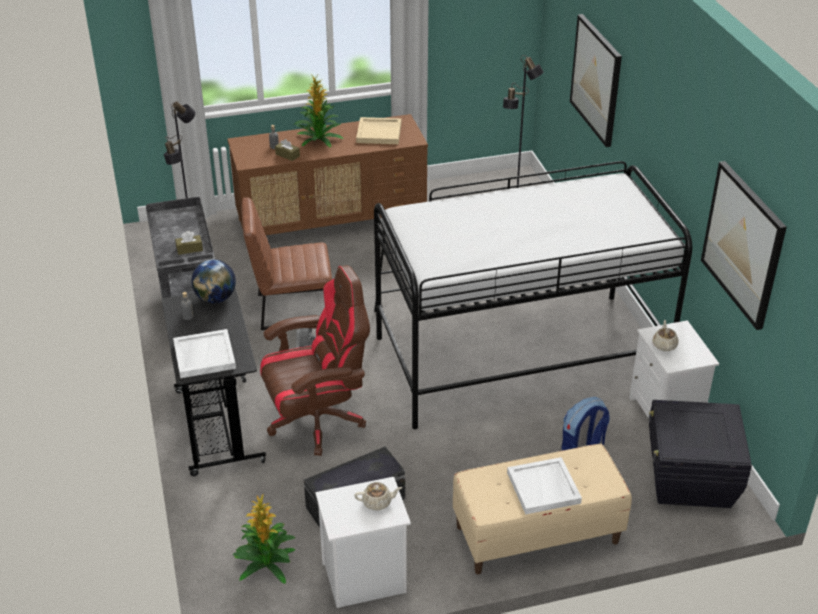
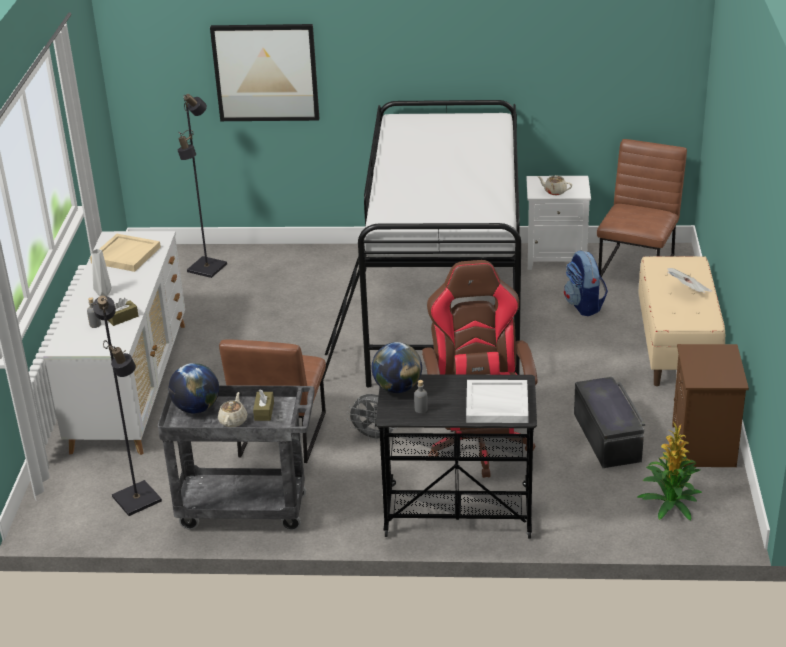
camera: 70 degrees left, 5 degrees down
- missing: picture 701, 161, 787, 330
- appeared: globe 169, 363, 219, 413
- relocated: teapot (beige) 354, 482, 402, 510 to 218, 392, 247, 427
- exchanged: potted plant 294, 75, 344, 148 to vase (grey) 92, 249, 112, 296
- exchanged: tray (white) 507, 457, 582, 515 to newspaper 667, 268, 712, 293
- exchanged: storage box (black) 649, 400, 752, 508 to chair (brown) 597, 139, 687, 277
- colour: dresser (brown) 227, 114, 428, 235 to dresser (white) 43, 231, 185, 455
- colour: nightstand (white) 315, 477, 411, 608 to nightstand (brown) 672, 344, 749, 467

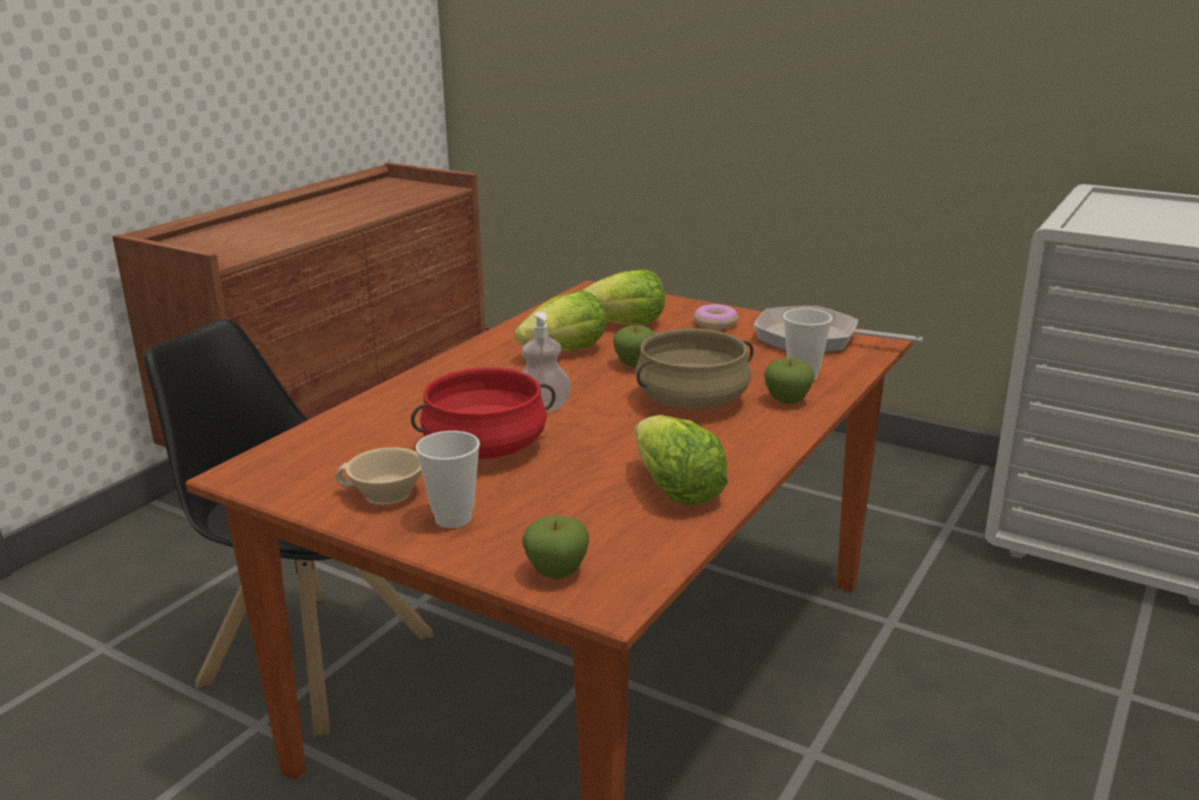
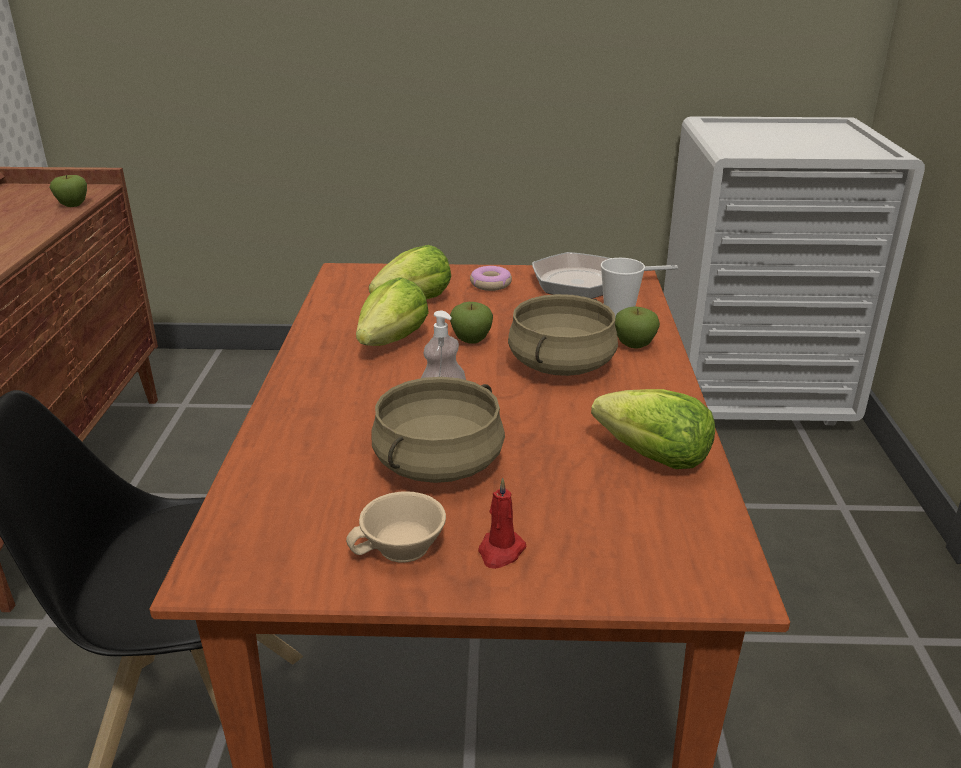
camera: 30 degrees left, 5 degrees up
- relocated: apple 522, 515, 589, 579 to 49, 174, 87, 207
- exchanged: cup 416, 431, 480, 528 to candle (red) 478, 477, 526, 569
- colour: cooking pot (red) 411, 367, 556, 459 to cooking pot (beige) 371, 377, 505, 483

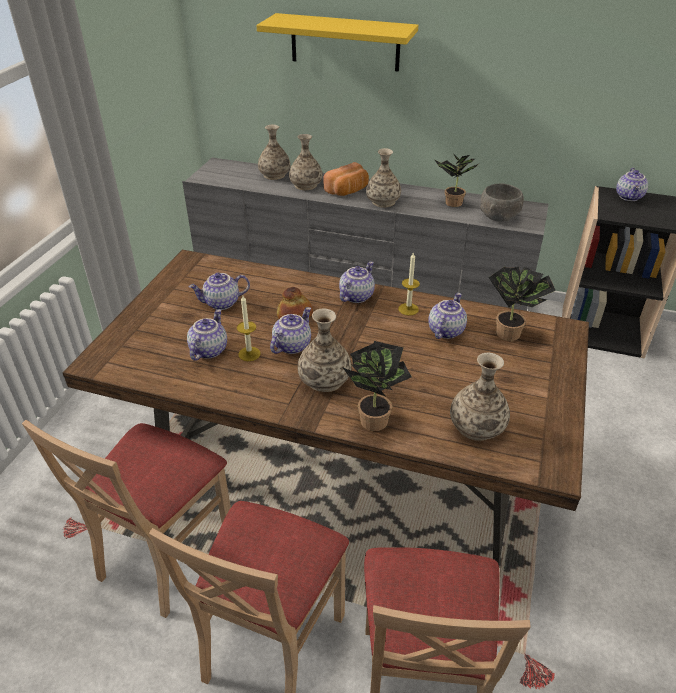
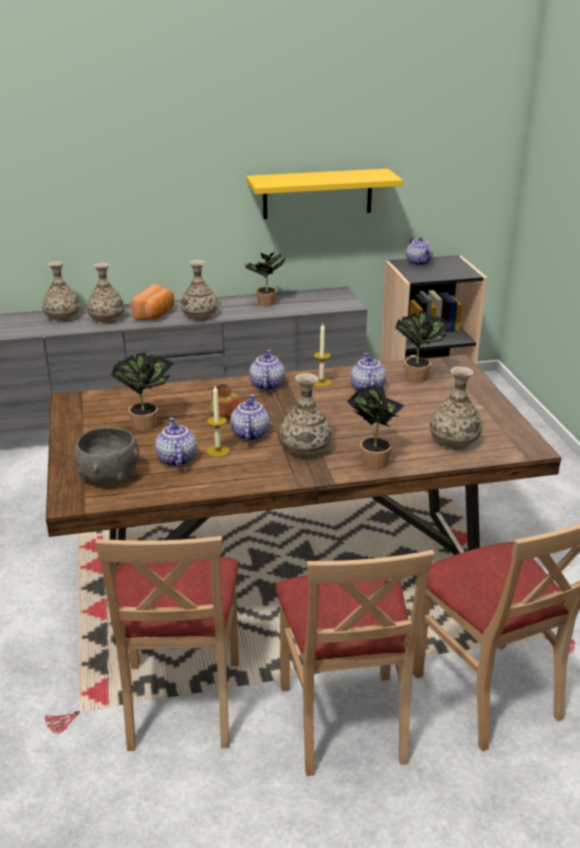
camera: 30 degrees left, 10 degrees down
- relocated: shelf (yellow) 256, 13, 418, 72 to 246, 168, 403, 219
- relocated: bowl (grey) 480, 184, 524, 222 to 74, 427, 139, 485
- exchanged: teapot 188, 273, 250, 310 to potted plant 111, 353, 174, 431

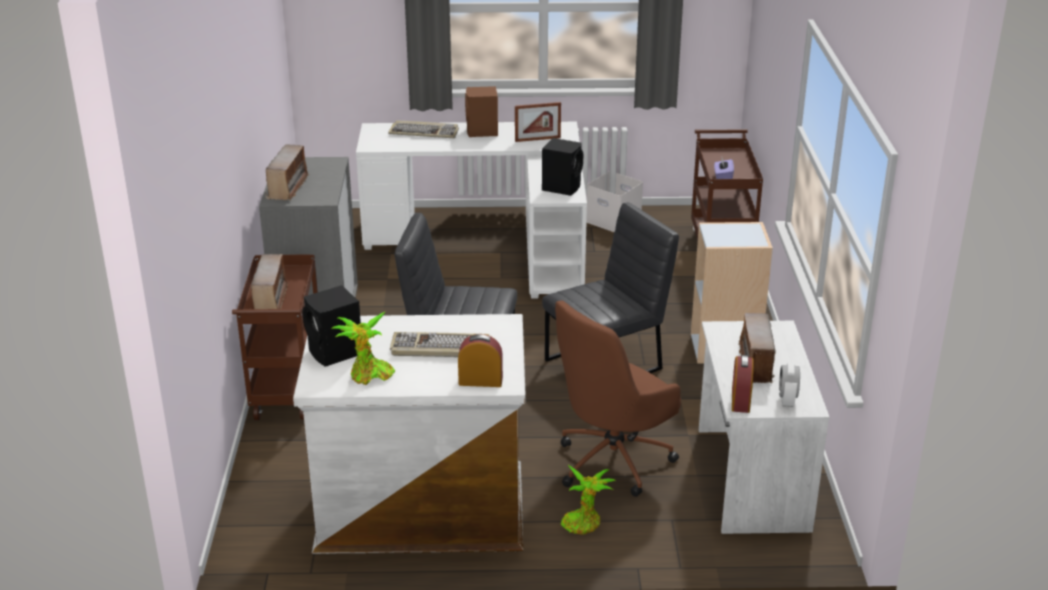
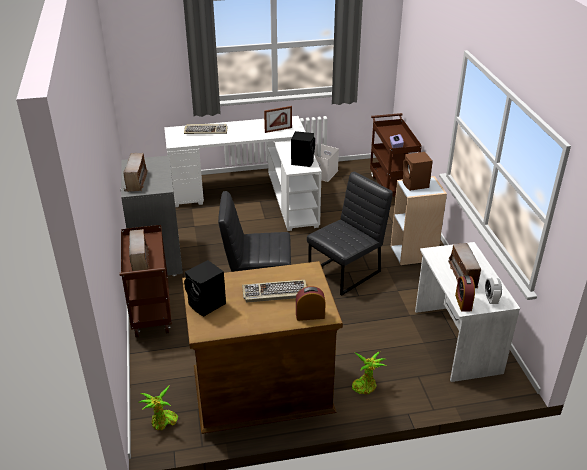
camera: 10 degrees left, 5 degrees up
- missing: office chair (brown) 555, 301, 681, 497
- relocated: potted plant 332, 311, 395, 385 to 138, 386, 178, 430
- relocated: speaker (brown) 465, 86, 498, 137 to 403, 152, 433, 191
- colour: dresser (white) 293, 314, 526, 554 to dresser (brown) 182, 261, 343, 434

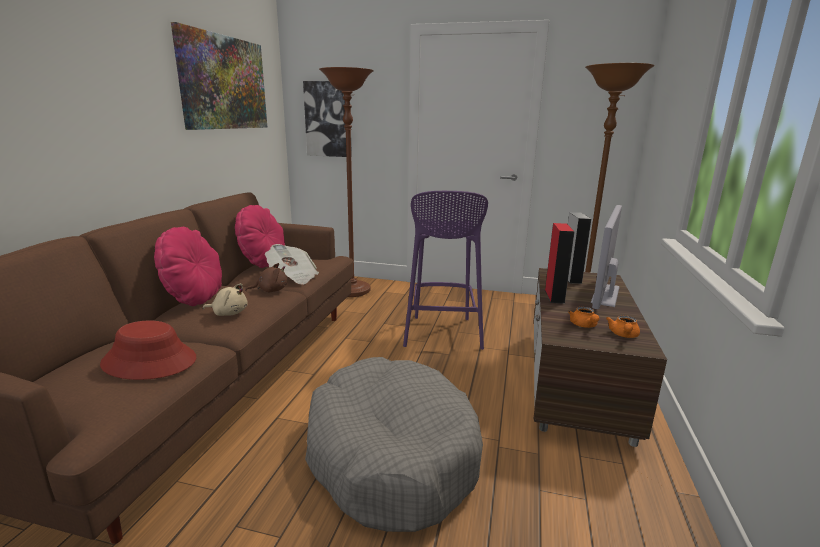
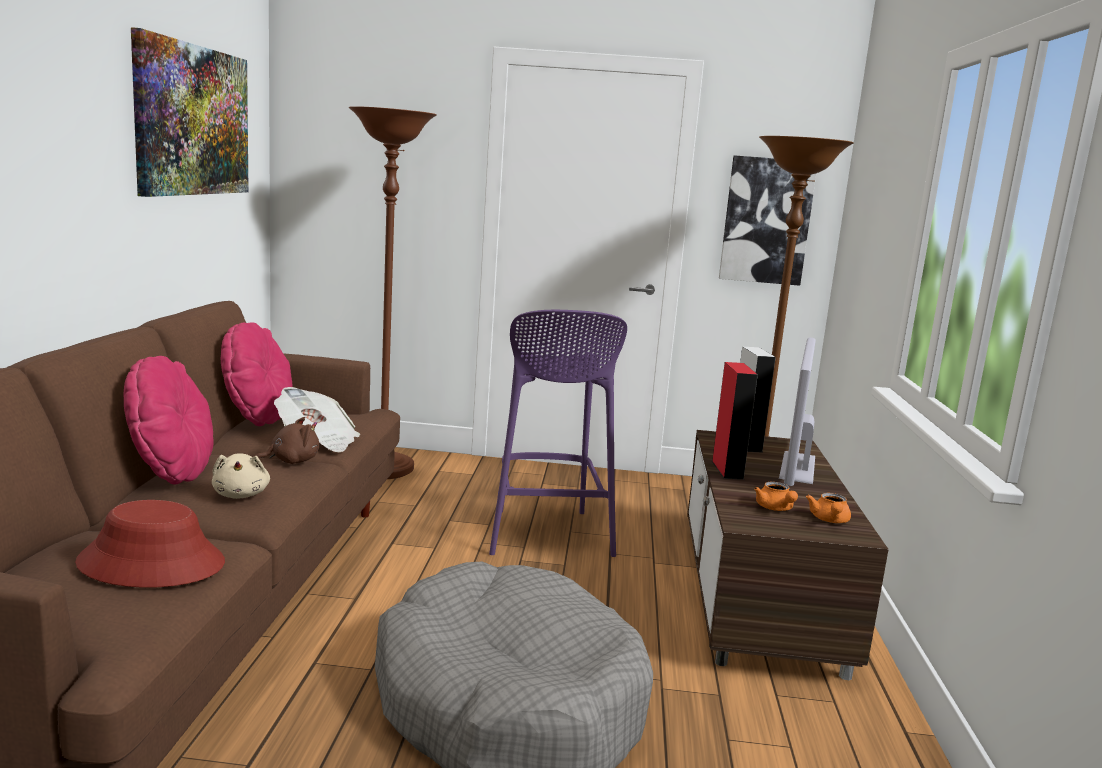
camera: 10 degrees left, 5 degrees down
- relocated: picture 303, 81, 352, 157 to 719, 155, 816, 286
- spun: plush toy (beige) 203, 283, 248, 316 = 212, 453, 270, 499 75 degrees clockwise

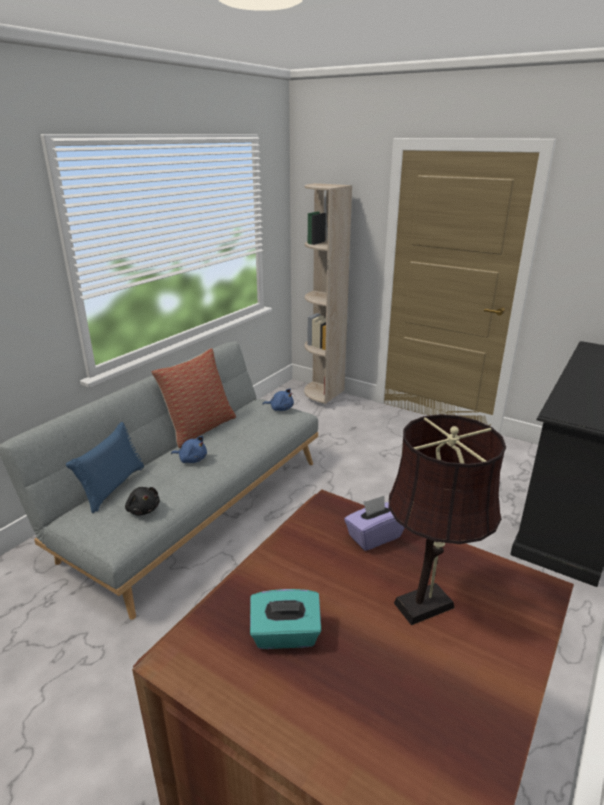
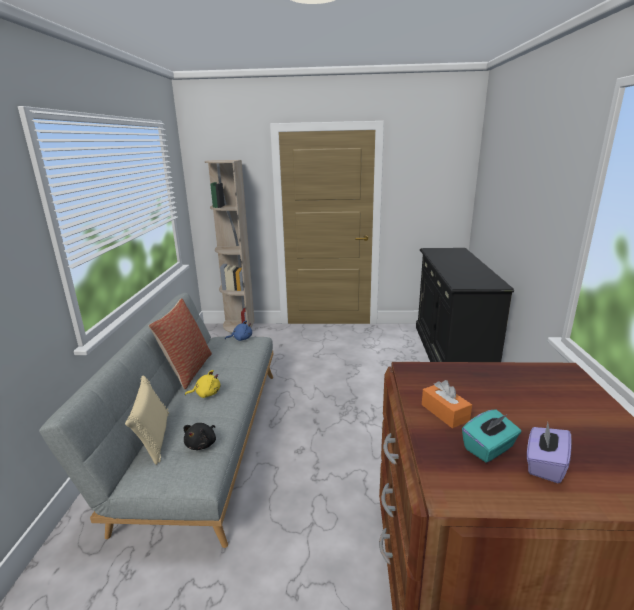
camera: 30 degrees left, 5 degrees down
- missing: table lamp (brown) 389, 414, 506, 625
- appeared: tissue box (orange) 422, 380, 472, 428
- relocated: tissue box (purple) 344, 495, 405, 551 to 527, 423, 572, 483
- colour: pillow (blue) 66, 422, 144, 513 to pillow (beige) 125, 376, 169, 465
- colour: plush toy (blue) 171, 436, 207, 463 to plush toy (yellow) 185, 370, 220, 398
- spun: plush toy (black) 125, 487, 160, 516 = 184, 423, 216, 450 90 degrees clockwise

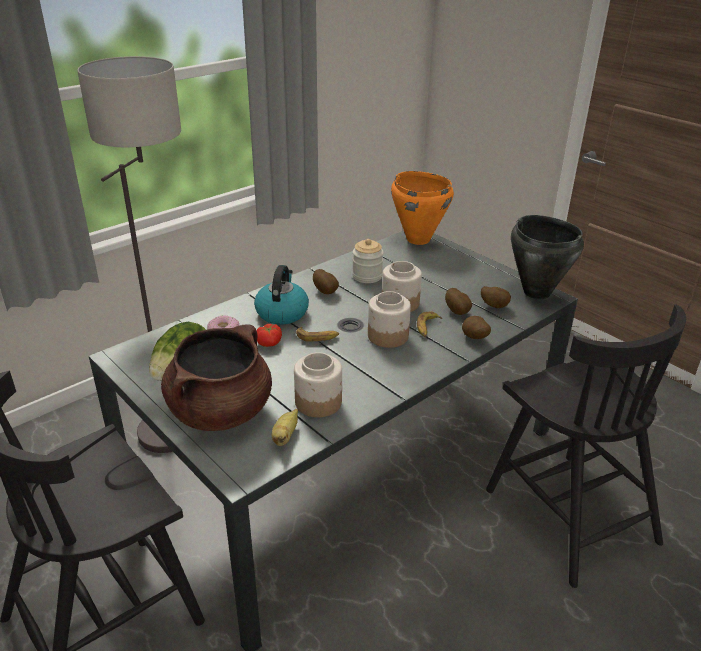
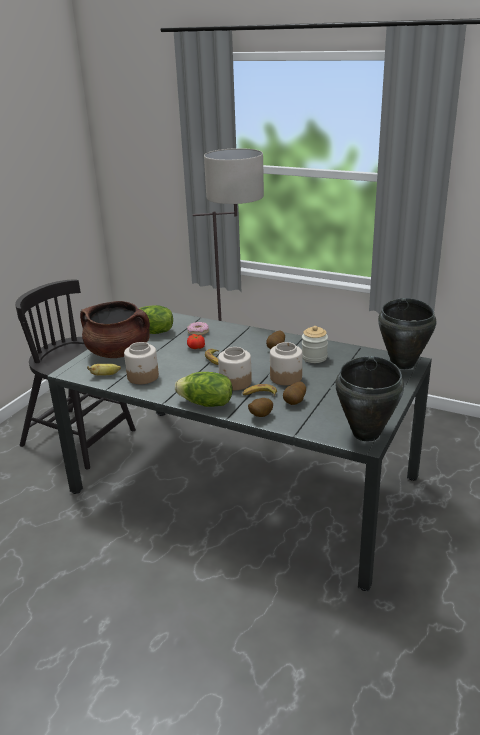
camera: 70 degrees right, 5 degrees down
- missing: kettle 254, 265, 309, 325
- missing: potato 481, 286, 511, 308
- missing: chair (black) 486, 304, 686, 588
- appeared: lettuce 175, 372, 233, 407
- colour: cooking pot (orange) 391, 171, 454, 245 to cooking pot (black) 378, 298, 436, 369

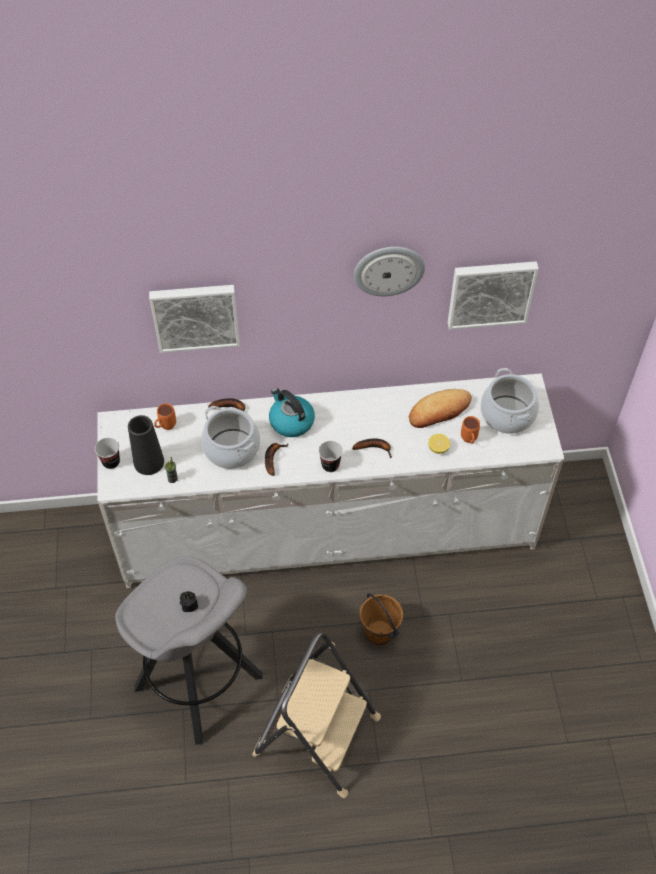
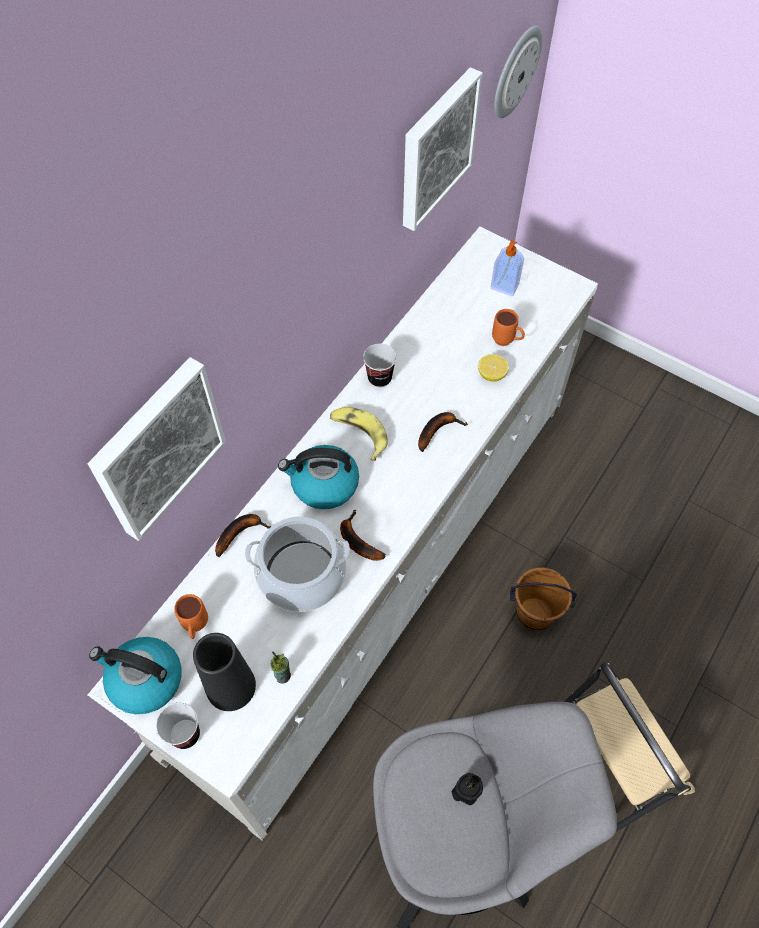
camera: 50 degrees left, 5 degrees up
- missing: bread 409, 389, 472, 428
- appeared: kettle 89, 637, 182, 714
- appeared: banana 330, 407, 388, 461
- relocated: cup 318, 441, 343, 472 to 363, 344, 397, 387
- relocated: wall clock 354, 247, 425, 296 to 494, 25, 543, 118
- exchanged: cooking pot 480, 368, 539, 434 to soap dispenser 491, 240, 524, 296

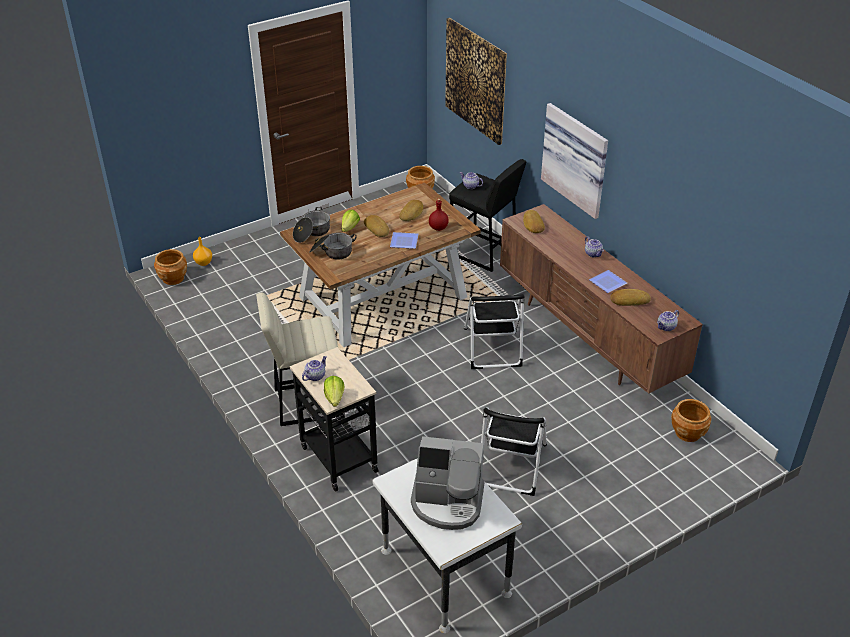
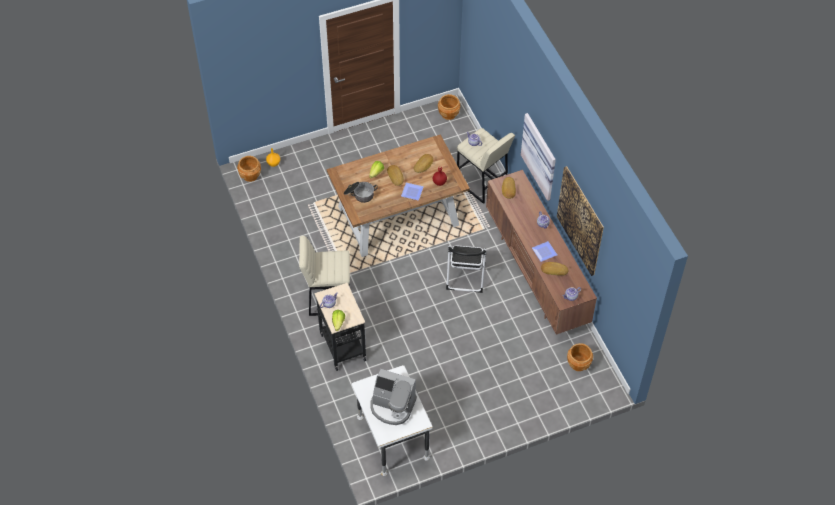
camera: 10 degrees right, 15 degrees up
- missing: cooking pot 293, 207, 330, 243
- missing: step ladder 481, 407, 547, 496
- relocated: picture 445, 18, 507, 145 to 557, 166, 604, 276
- colour: stool (black) 449, 159, 527, 272 to stool (beige) 457, 128, 515, 204

